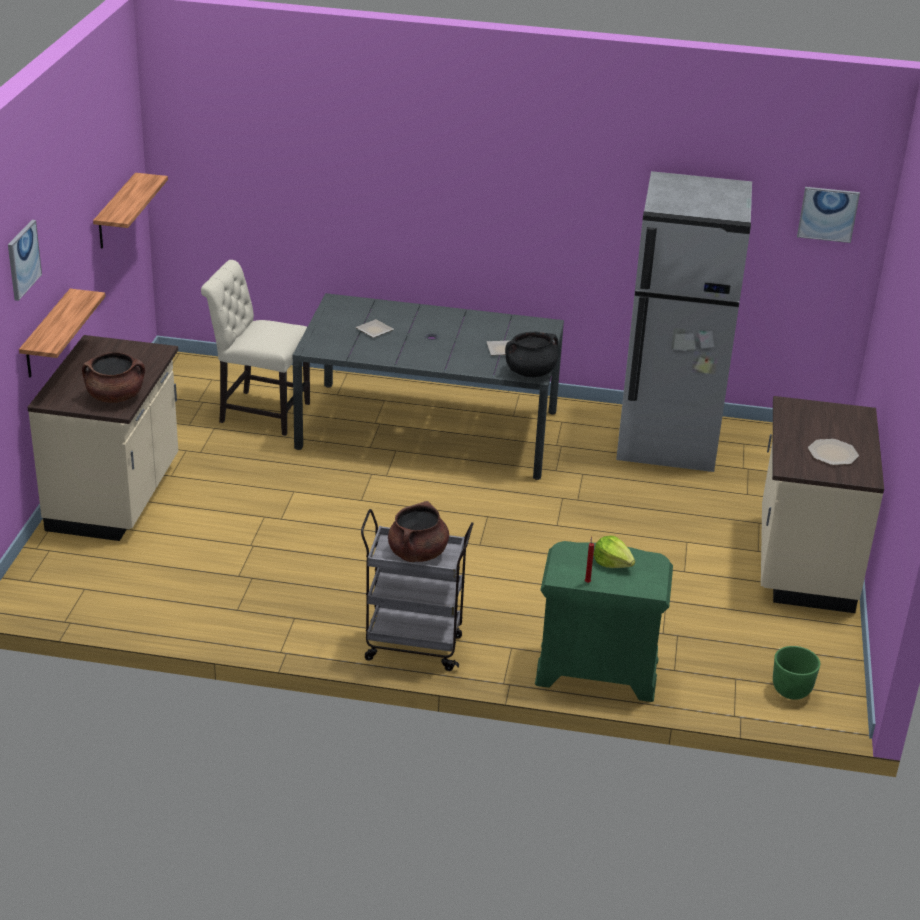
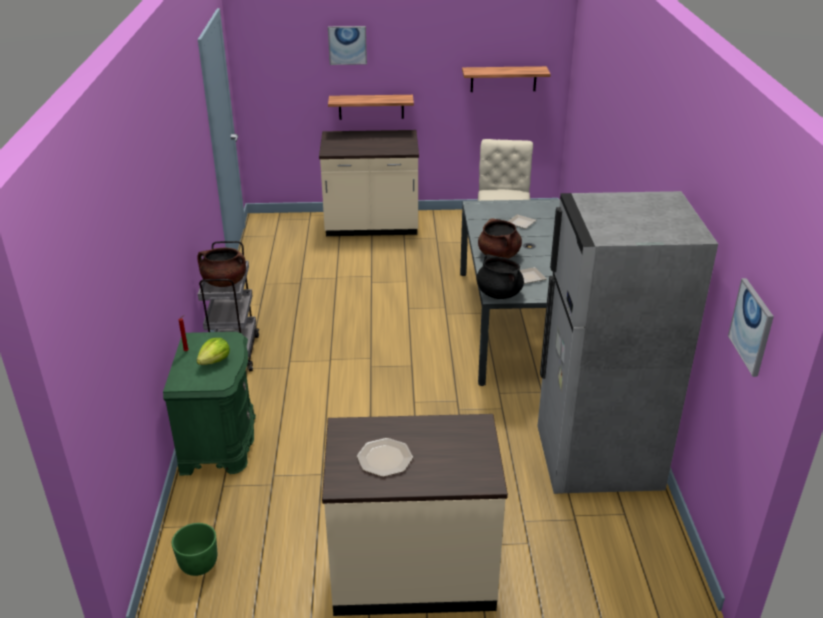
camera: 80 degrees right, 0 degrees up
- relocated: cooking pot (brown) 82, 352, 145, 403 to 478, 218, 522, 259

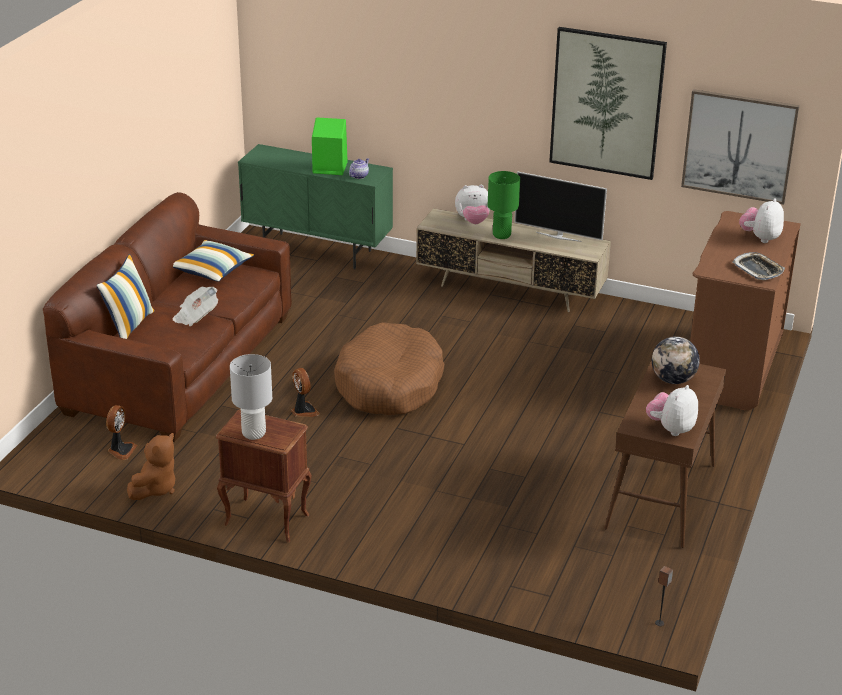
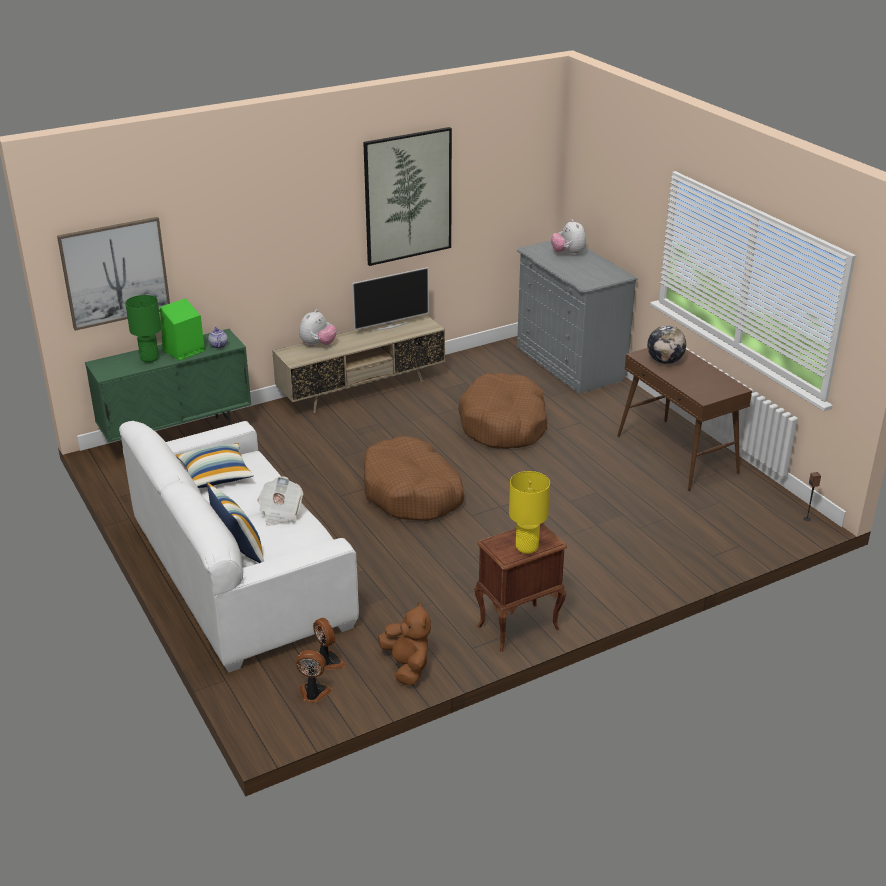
camera: 50 degrees left, 0 degrees up
- missing: plush toy 646, 385, 698, 436
- missing: tray 732, 252, 785, 280
- appeared: dog bed (brown) 458, 373, 547, 449
- relocated: fan 291, 368, 320, 417 to 296, 650, 331, 703
- relocated: table lamp (green) 488, 171, 520, 239 to 125, 295, 161, 363
- relocated: picture 681, 89, 800, 205 to 57, 217, 170, 331
- colour: sofa (brown) 43, 192, 292, 442 to sofa (white) 119, 421, 359, 673
- colour: table lamp (grey) 230, 354, 272, 440 to table lamp (yellow) 509, 471, 550, 554
- colour: dresser (brown) 690, 211, 801, 411 to dresser (grey) 517, 241, 638, 394

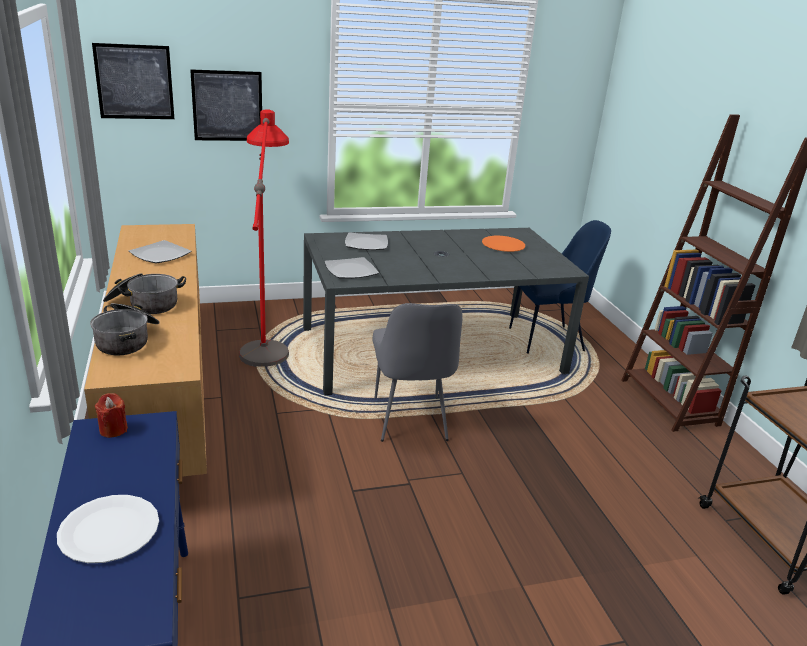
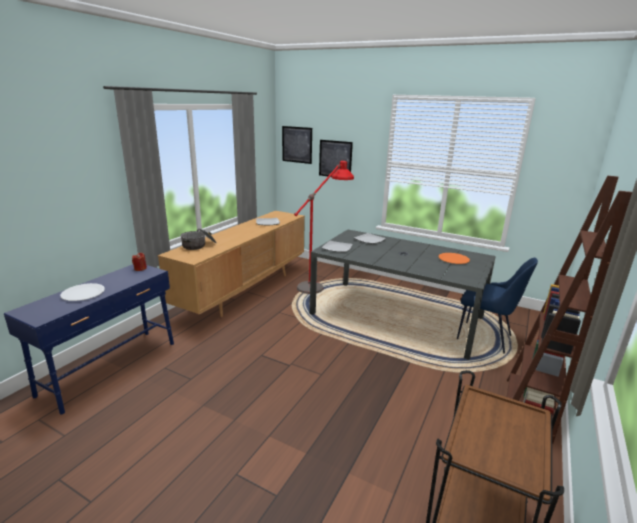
camera: 45 degrees right, 5 degrees down
- missing: cooking pot 103, 273, 186, 314
- missing: chair (grey) 373, 303, 463, 442

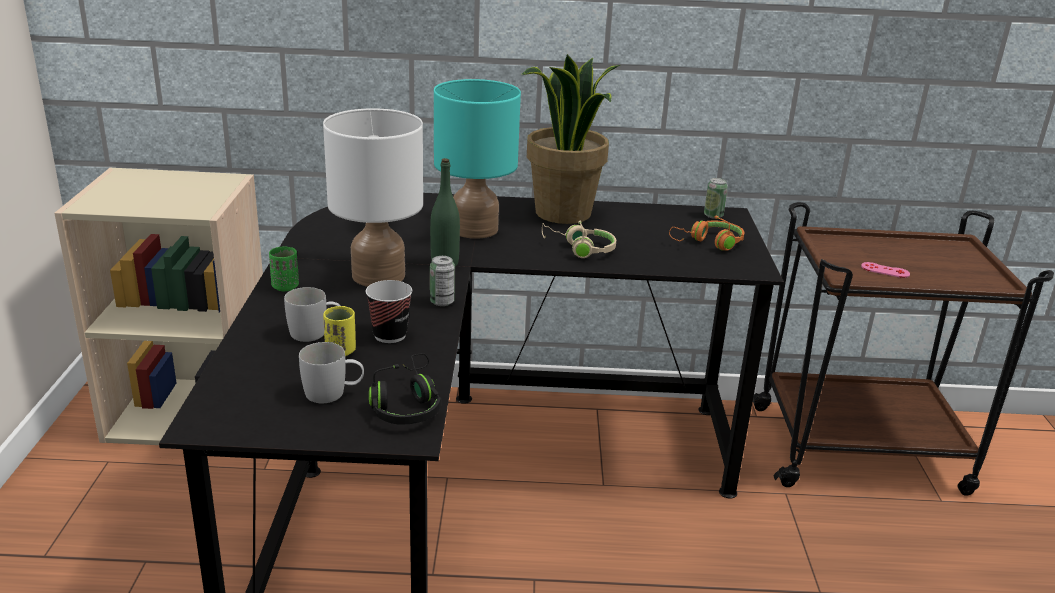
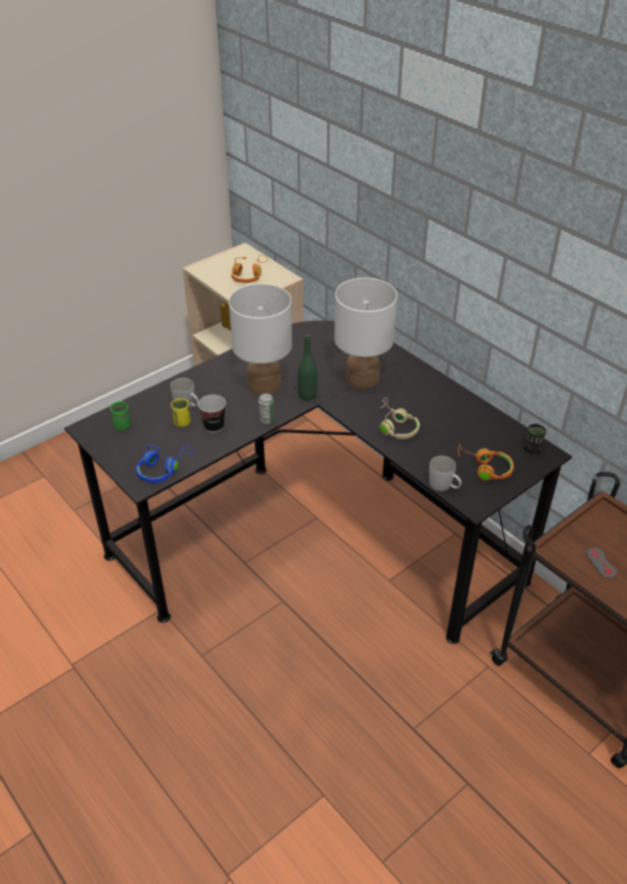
camera: 50 degrees right, 15 degrees up
- missing: potted plant 522, 54, 620, 224
- appeared: headphones (orange) 231, 255, 268, 283
- relocated: cup (green) 269, 247, 299, 291 to 110, 401, 131, 430
- relocated: mug (white) 299, 342, 364, 403 to 429, 456, 461, 491
- exchanged: can 704, 178, 728, 219 to cup (black) 524, 424, 546, 454
- colour: headphones (black) 369, 353, 441, 425 to headphones (blue) 136, 445, 194, 483
- colour: table lamp (turquoise) 434, 79, 521, 239 to table lamp (white) 335, 278, 397, 389
- colour: game controller (pink) 861, 262, 910, 278 to game controller (grey) 586, 547, 617, 579

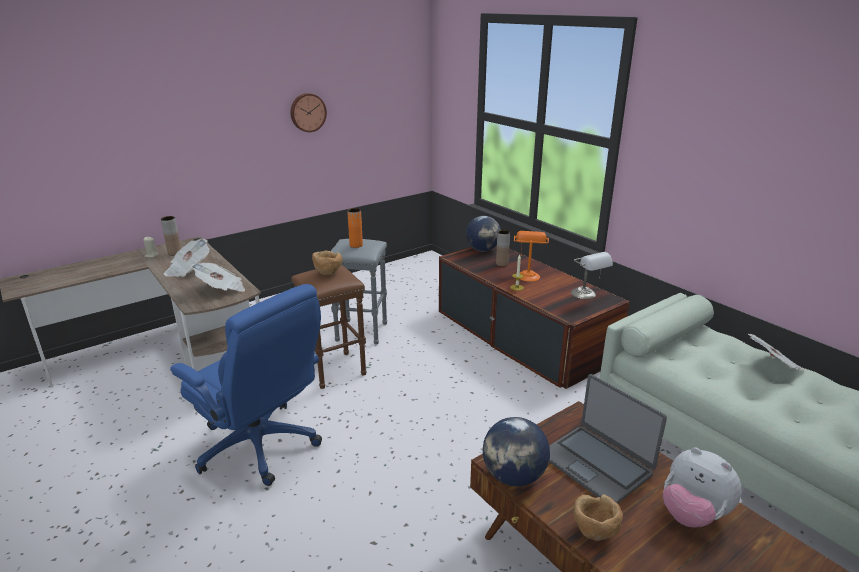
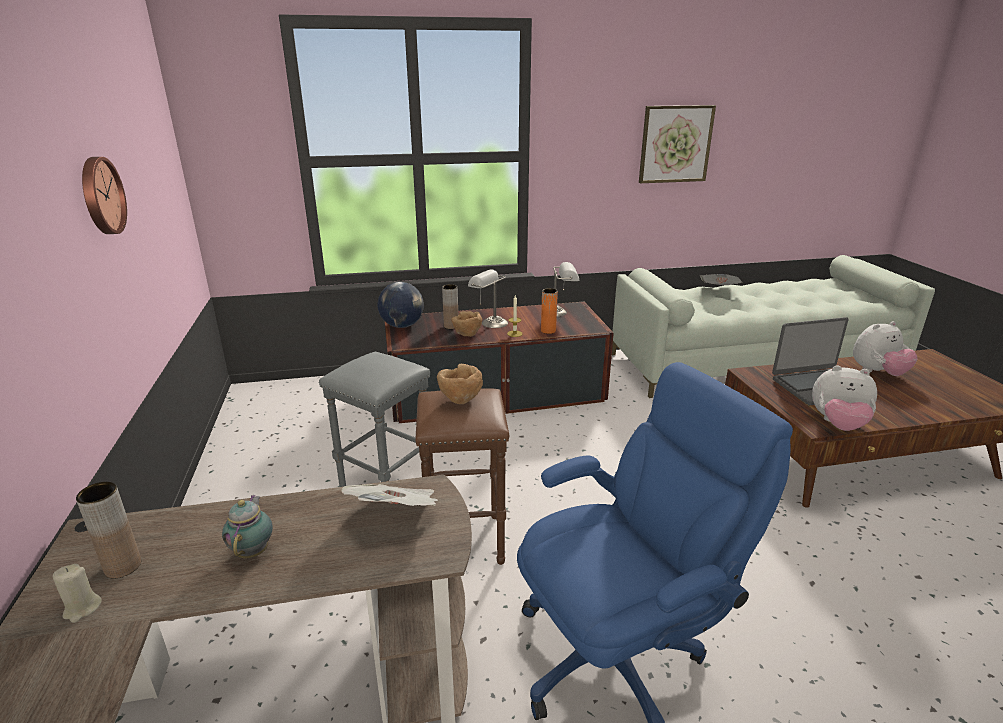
camera: 65 degrees left, 0 degrees up
- appeared: picture 639, 105, 716, 183
- relocated: vase (orange) 347, 208, 363, 248 to 541, 288, 558, 334
- relocated: bowl (brown) 574, 494, 623, 541 to 451, 311, 482, 337
- exchanged: newspaper 164, 239, 210, 277 to teapot 222, 495, 273, 558
- exchanged: globe 482, 417, 550, 486 to plush toy 812, 366, 877, 431
- colour: table lamp (orange) 514, 231, 549, 282 to table lamp (white) 468, 269, 508, 328

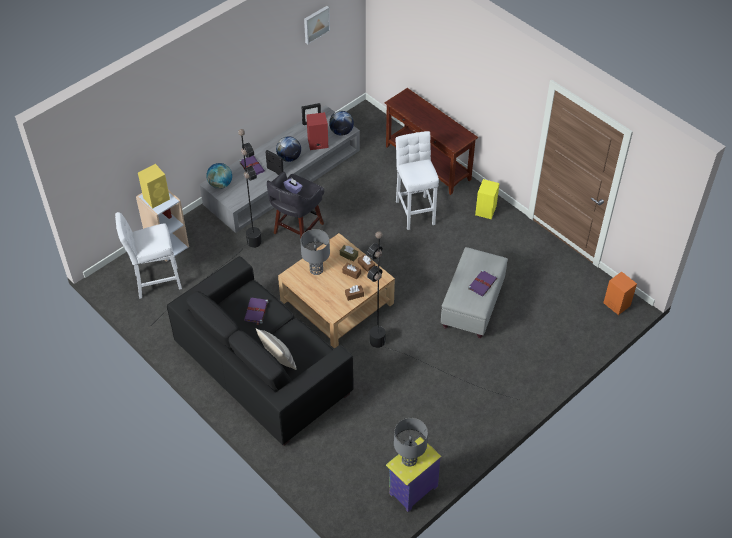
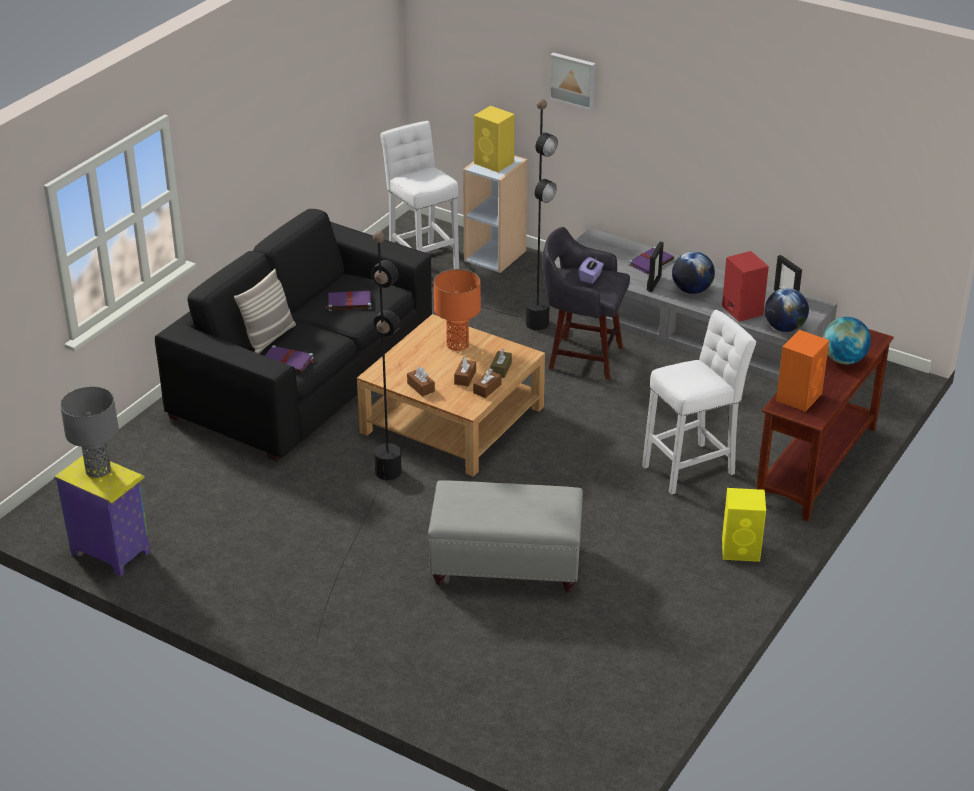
camera: 75 degrees right, 15 degrees down
- relocated: globe 206, 163, 232, 189 to 823, 317, 871, 365
- relocated: picture 304, 6, 330, 44 to 549, 52, 596, 110
- relocated: book (purple) 468, 270, 497, 296 to 265, 345, 315, 373
- relocated: speaker (orange) 603, 271, 637, 315 to 776, 330, 829, 412
- colour: table lamp (grey) 301, 229, 330, 275 to table lamp (orange) 434, 269, 481, 351

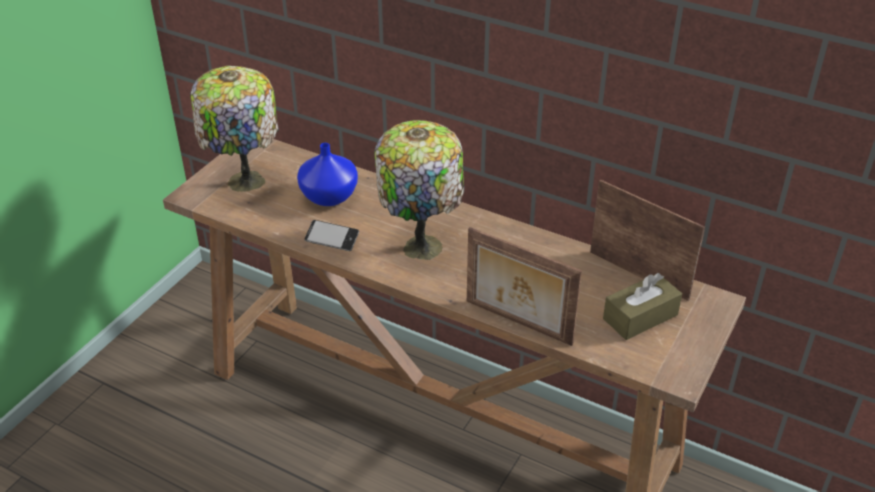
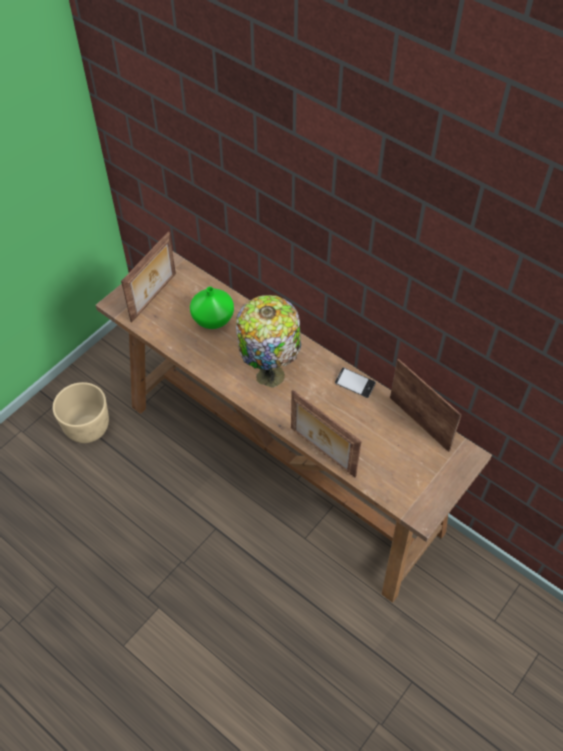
camera: 10 degrees right, 15 degrees up
- missing: tissue box (brown) 603, 273, 682, 340
- appeared: planter (beige) 53, 382, 109, 443
- relocated: phone 304, 220, 359, 251 to 335, 368, 376, 398
- exchanged: table lamp 190, 66, 279, 192 to picture frame 121, 232, 176, 322
- colour: vase (blue) 297, 143, 358, 206 to vase (green) 190, 287, 234, 329

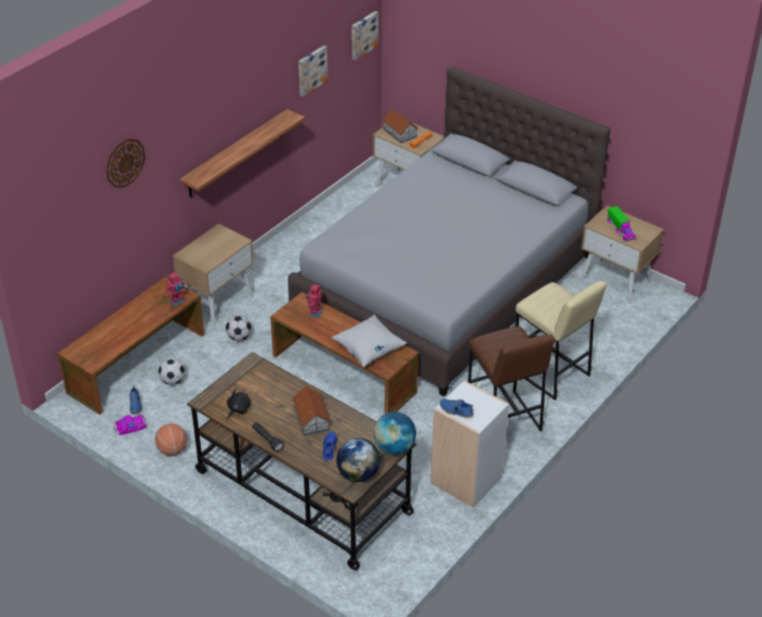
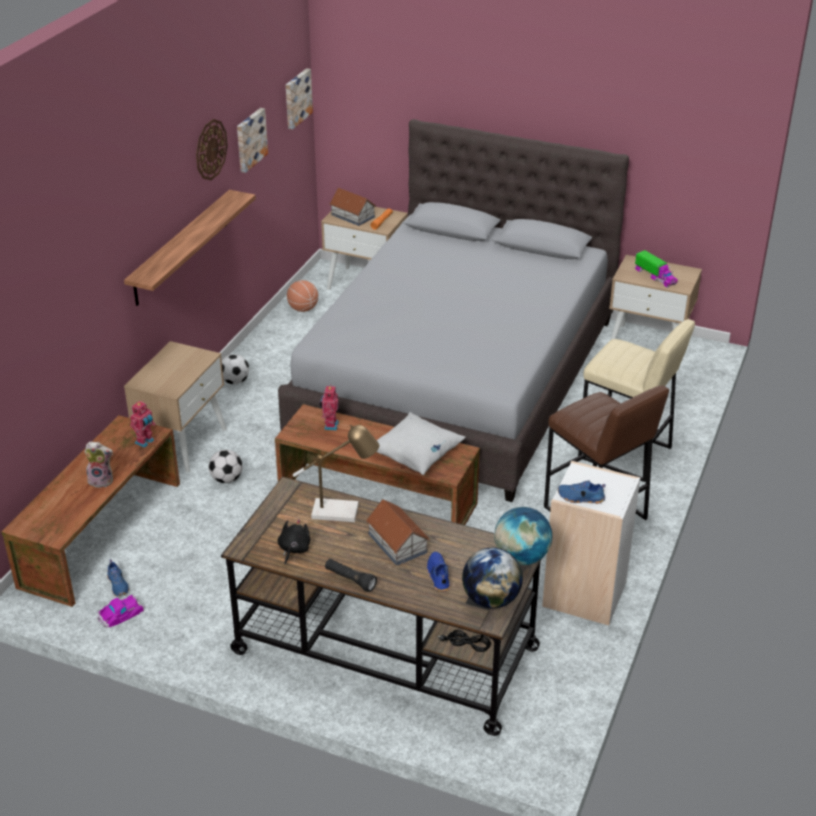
camera: 15 degrees left, 5 degrees down
- appeared: plush toy 85, 441, 113, 488
- appeared: table lamp 293, 425, 380, 522
- relocated: wall clock 106, 139, 145, 188 to 196, 119, 228, 180
- relocated: basketball 155, 424, 187, 456 to 287, 280, 318, 312
- relocated: football 158, 358, 185, 385 to 222, 354, 249, 384

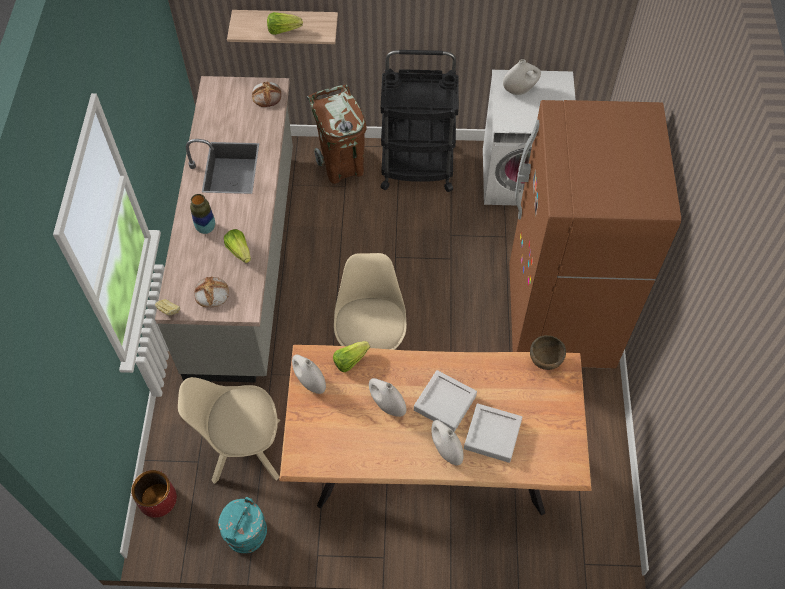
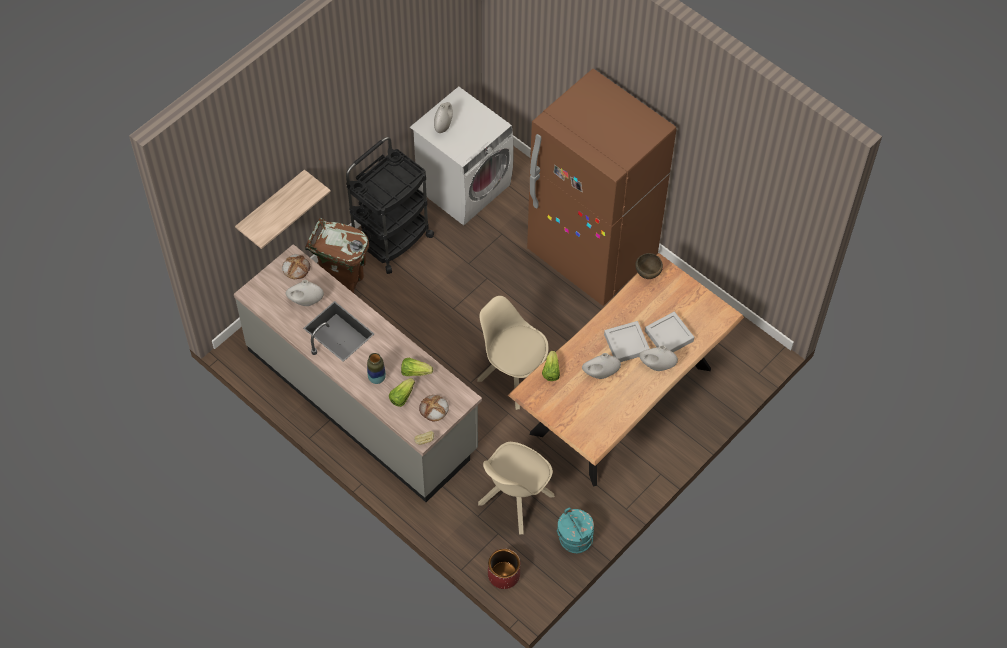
camera: 50 degrees left, 0 degrees up
- relocated: lettuce 267, 12, 303, 35 to 389, 378, 415, 407
- relocated: vase (white) 292, 355, 326, 394 to 286, 280, 324, 306

